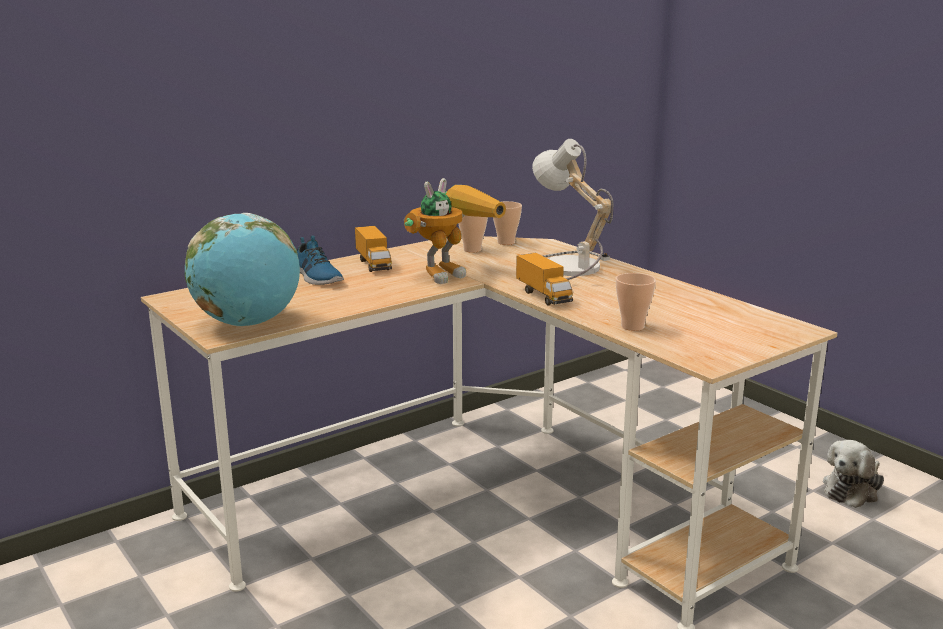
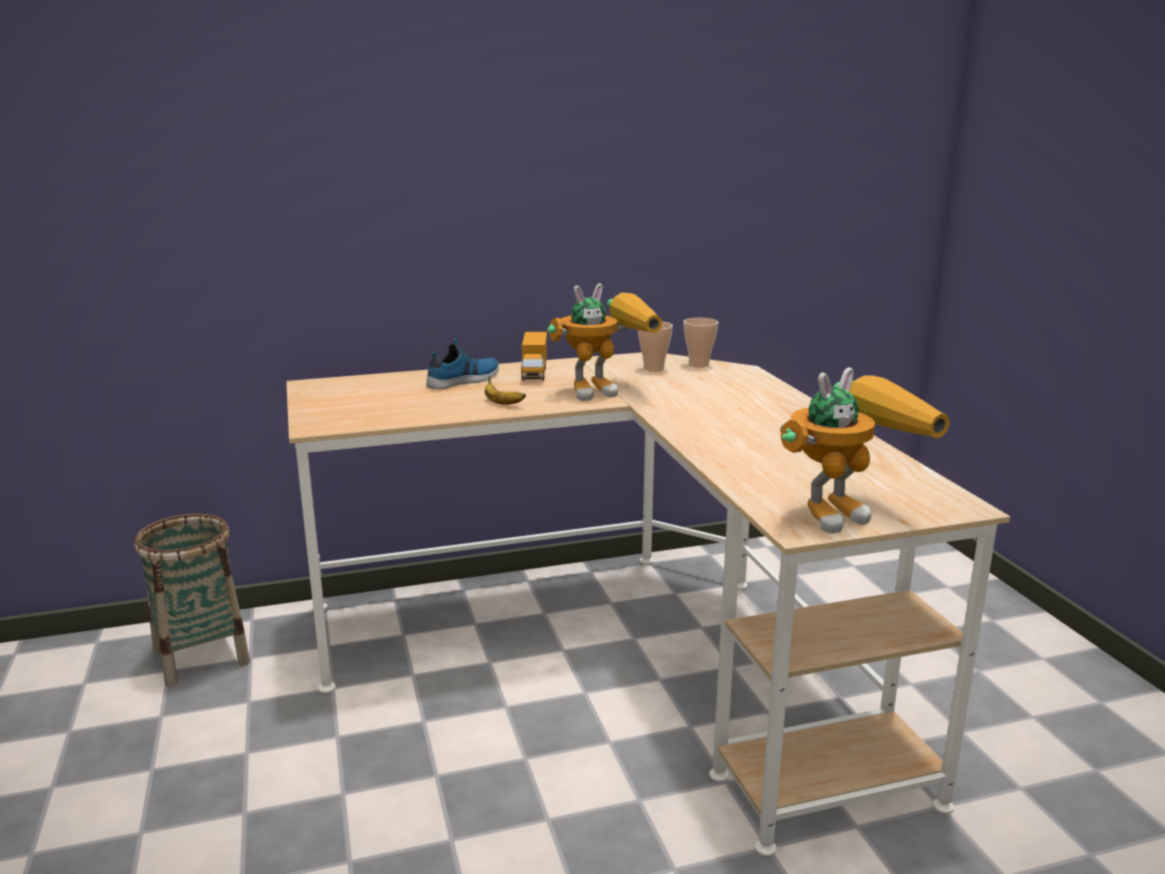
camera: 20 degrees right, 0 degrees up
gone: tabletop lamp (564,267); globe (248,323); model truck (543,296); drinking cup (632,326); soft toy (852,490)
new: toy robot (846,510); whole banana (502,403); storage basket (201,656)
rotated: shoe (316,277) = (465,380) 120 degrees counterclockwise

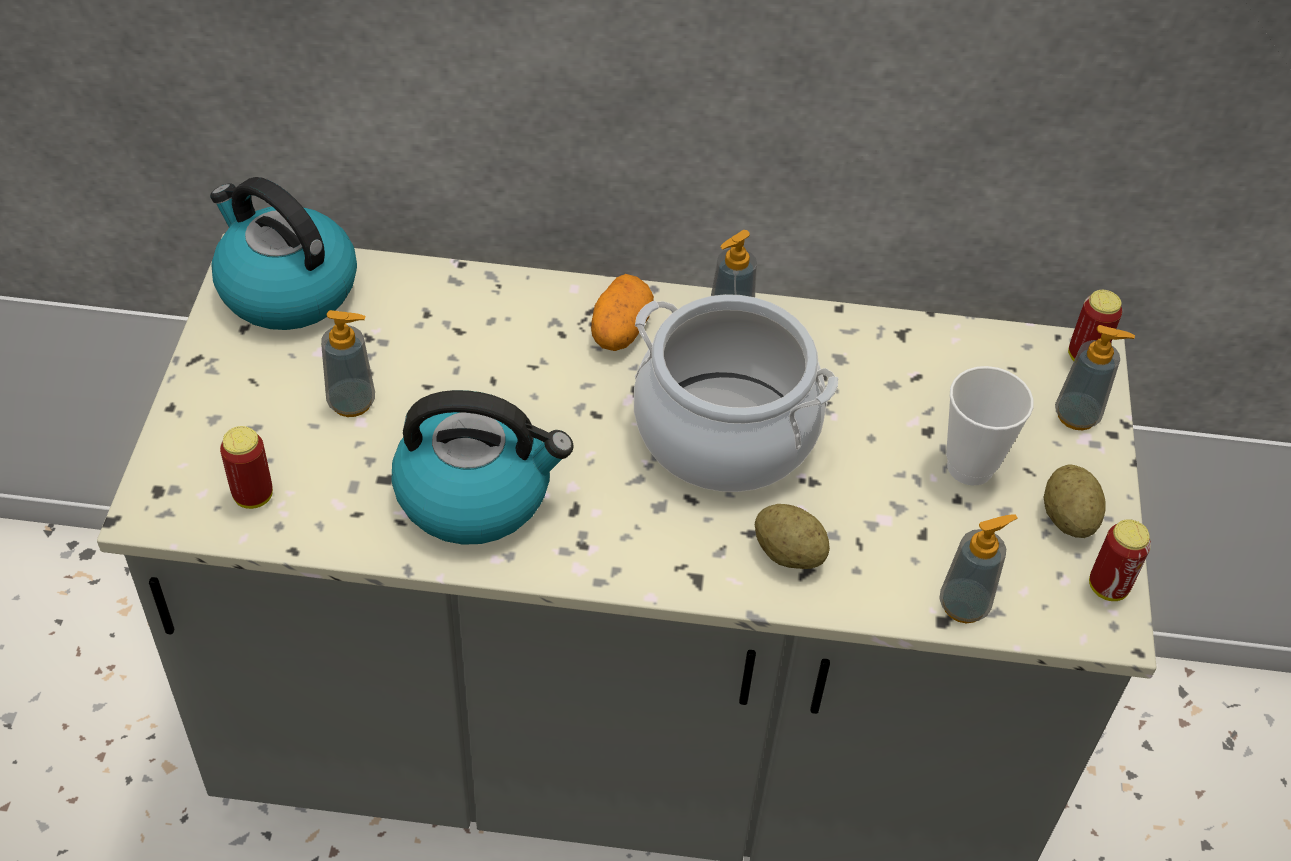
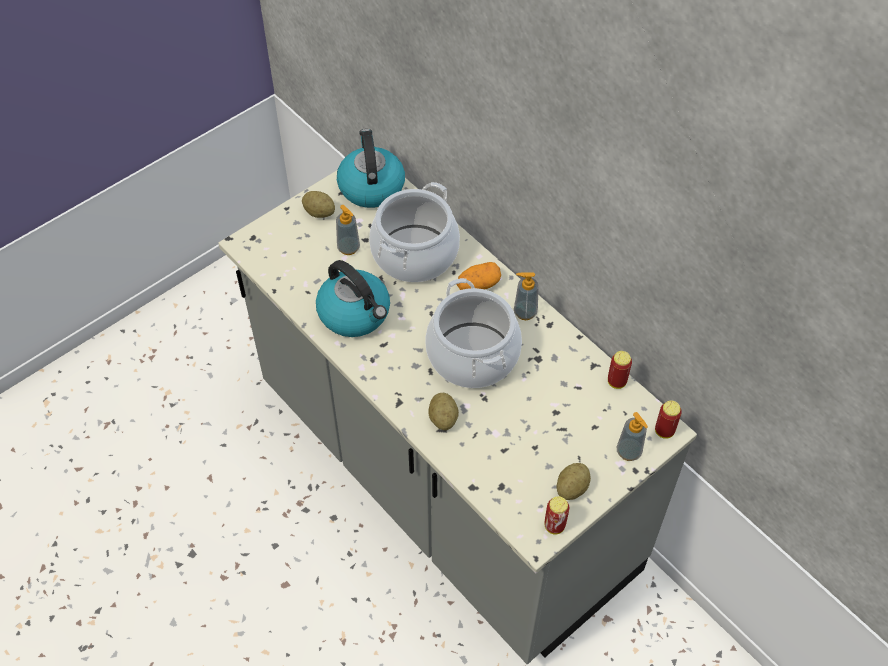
camera: 45 degrees right, 5 degrees up
gone: drinking cup (970,467); soap bottle (964,605)
new: cooking pot (414,253); spud (319,212)
shifted: can (253,495) to (616,381)

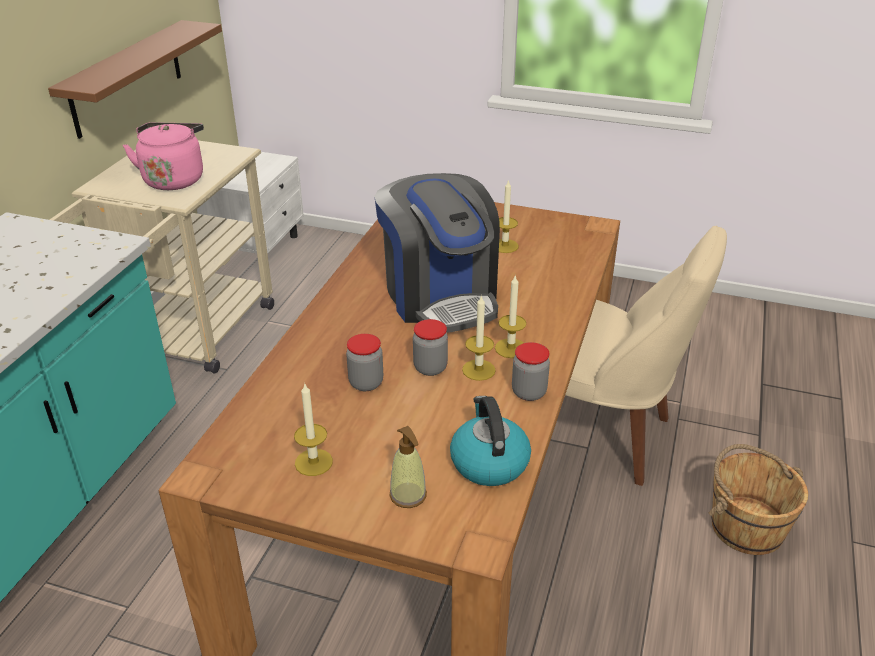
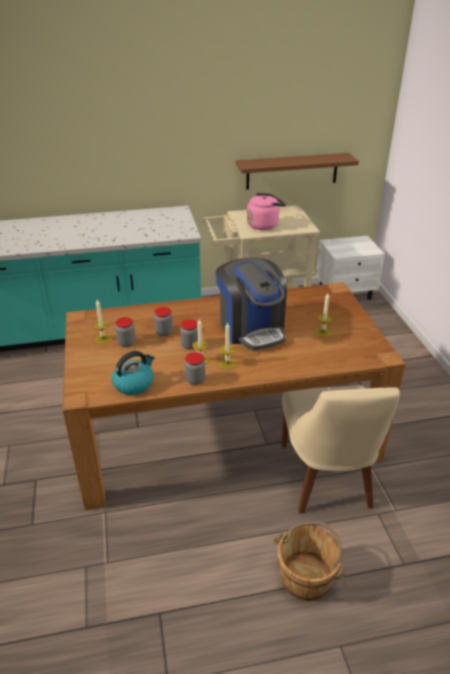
camera: 60 degrees right, 0 degrees up
gone: soap bottle (408,495)
new: jar (126,343)
rotated: coffee brewer (440,296) = (251,328) 60 degrees counterclockwise

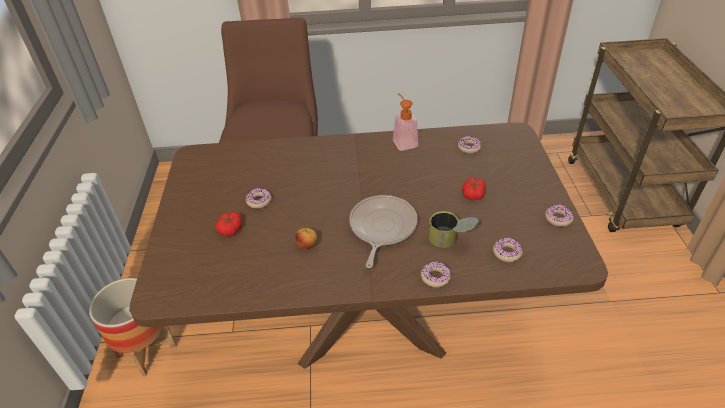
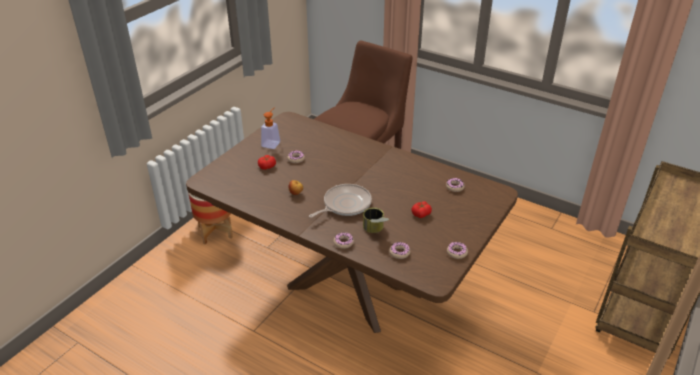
camera: 35 degrees right, 5 degrees down
shifted: soap bottle (403,141) to (272,142)

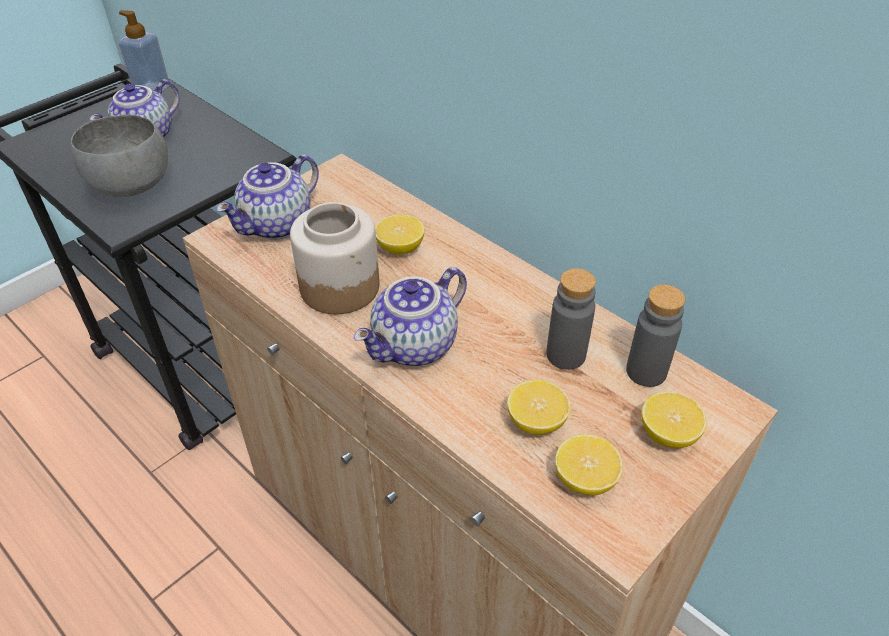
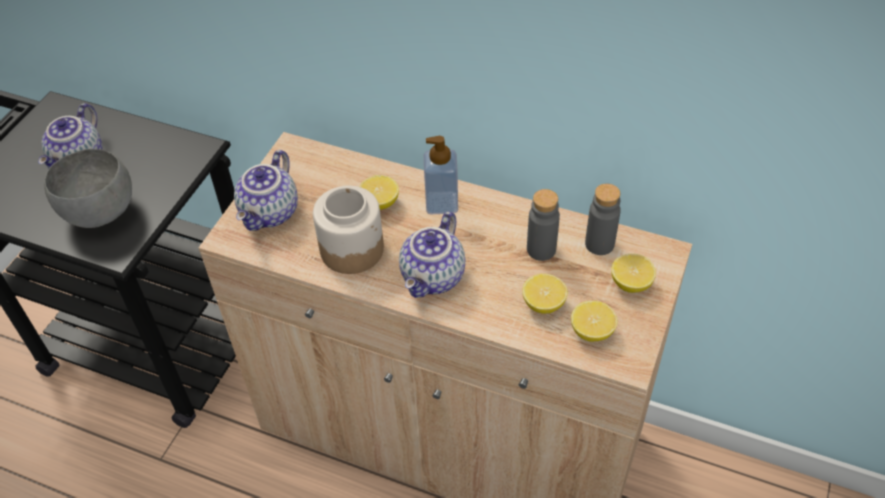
camera: 20 degrees left, 5 degrees up
shifted: soap bottle (152,89) to (441,203)

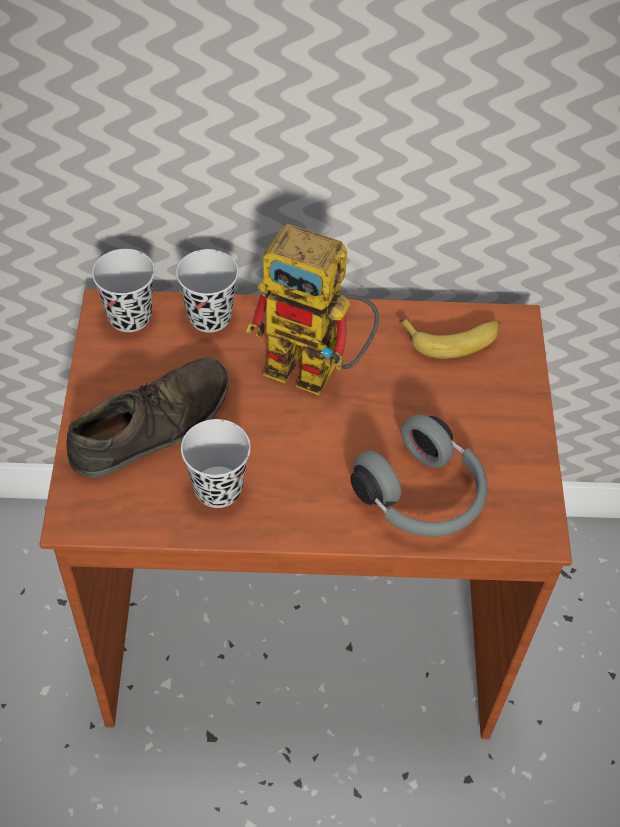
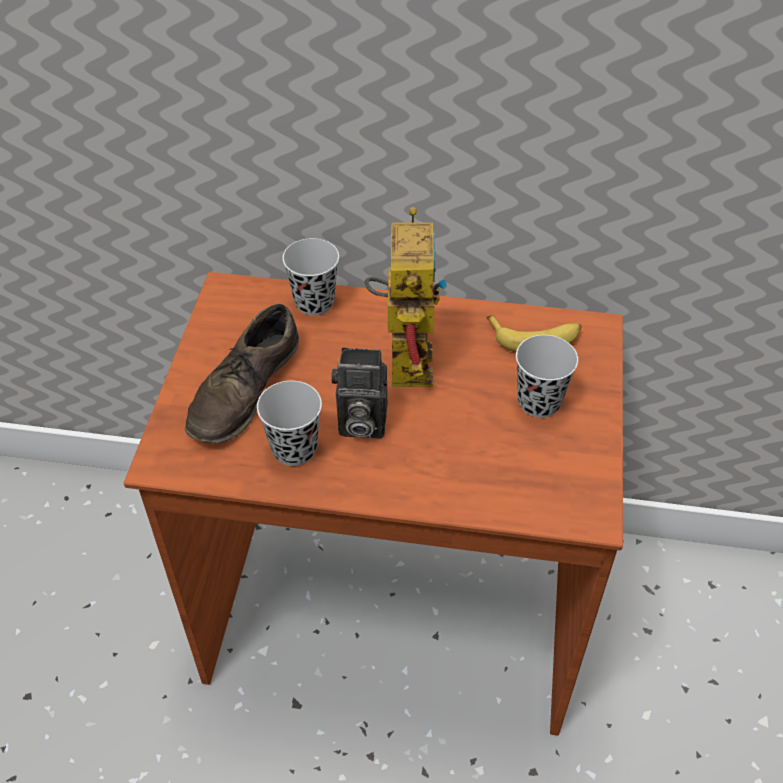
camera: 10 degrees right, 5 degrees down
gone: pair of headphones (gray) (422,496)
new: still camera (359,423)
shifted: drinking cup (black-coloured) (129,316) to (539,402)
rotated: toy robot (317,369) = (404,354) 120 degrees counterclockwise; shoe (brownish) (152,425) = (244,390) 150 degrees clockwise

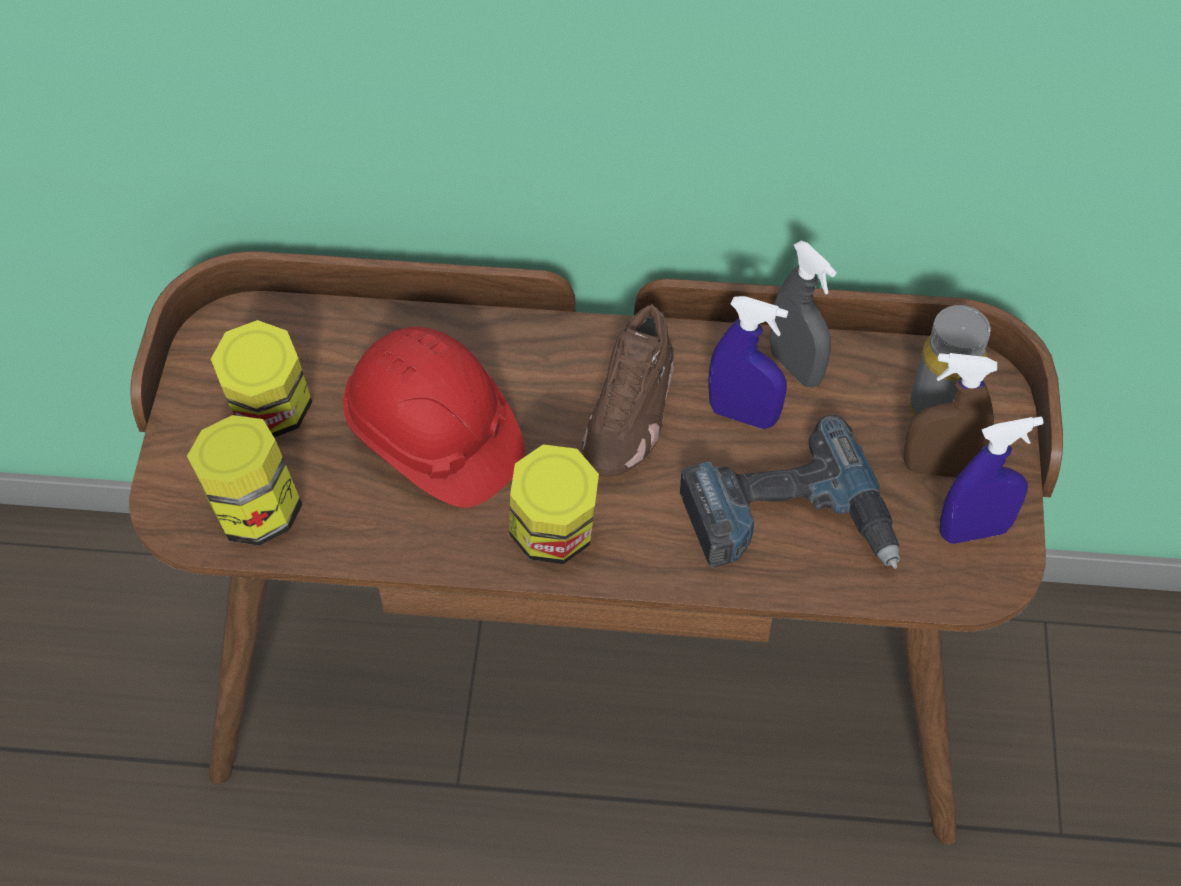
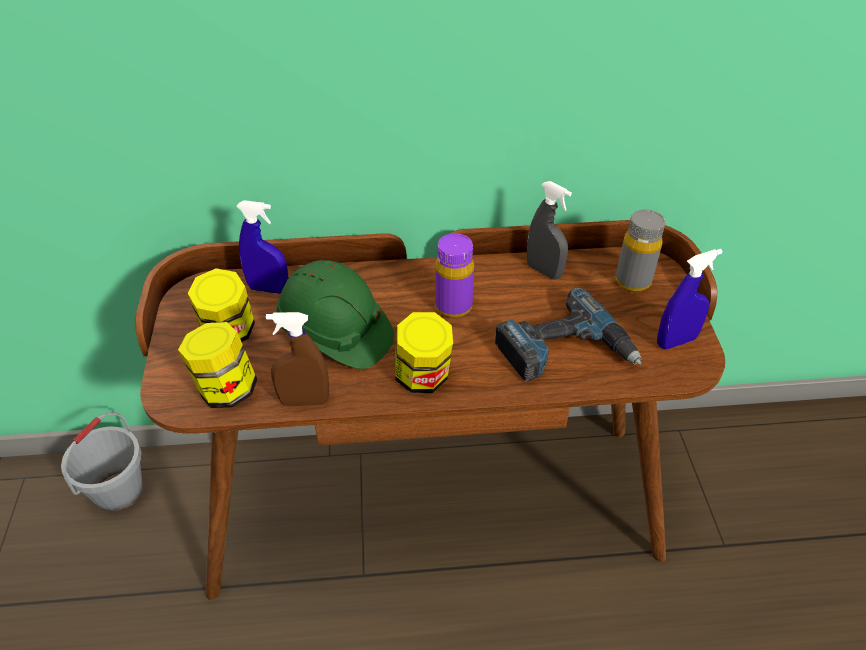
camera: 10 degrees left, 10 degrees down
new: bucket (gray) (118,491)
shifted: spray bottle (blue) (743,415) to (268,289); spray bottle (brownish) (938,468) to (304,401)
swapped: shoe (brownish) (630,414) to drink bottle (purple-coloured) (453,306)
repainted: safety helmet (red-coloured) (433,439) to safety helmet (green) (335,334)

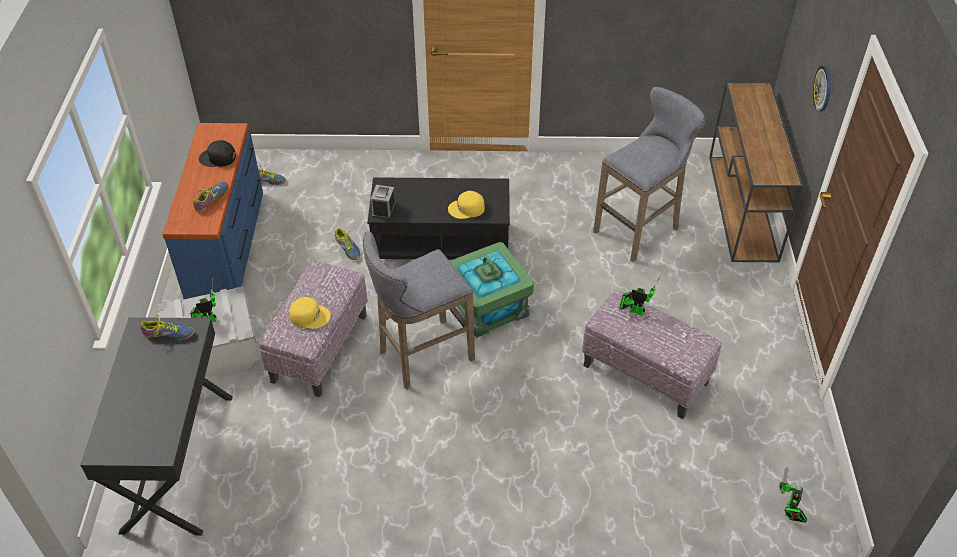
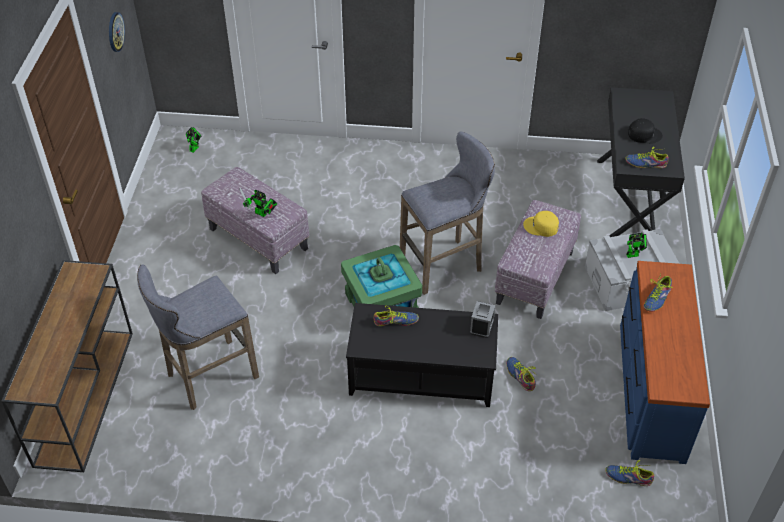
camera: 175 degrees left, 0 degrees up
shifted: hanging clock (823,88) to (115,32); cap (black-coloured) (218,158) to (644,134)
swapped: cap (yellow) (467,209) to shoe (395,321)

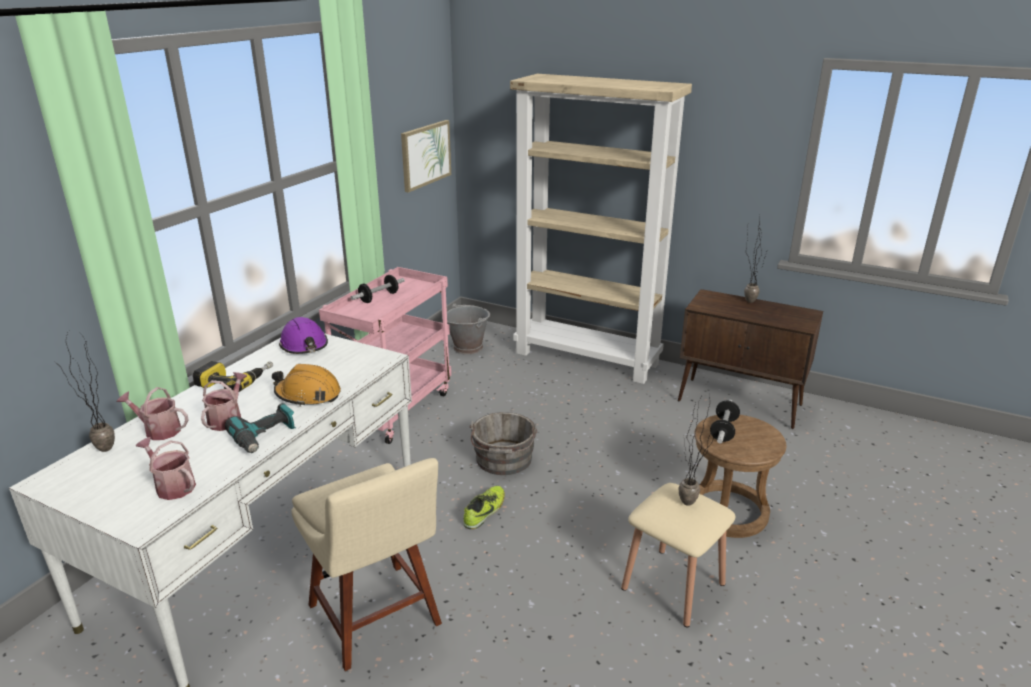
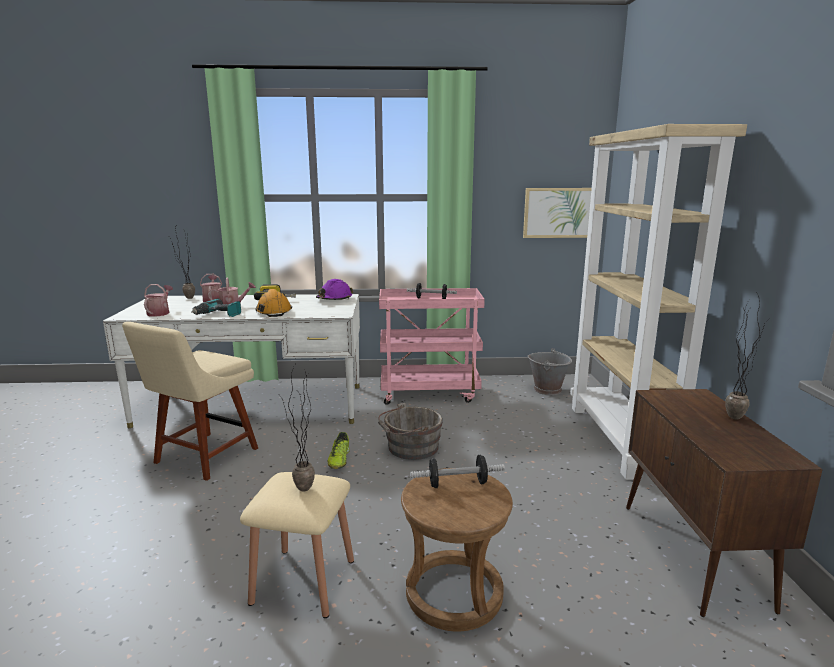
camera: 60 degrees right, 10 degrees down
rotated: shoe (485,511) = (339,460) 90 degrees clockwise

